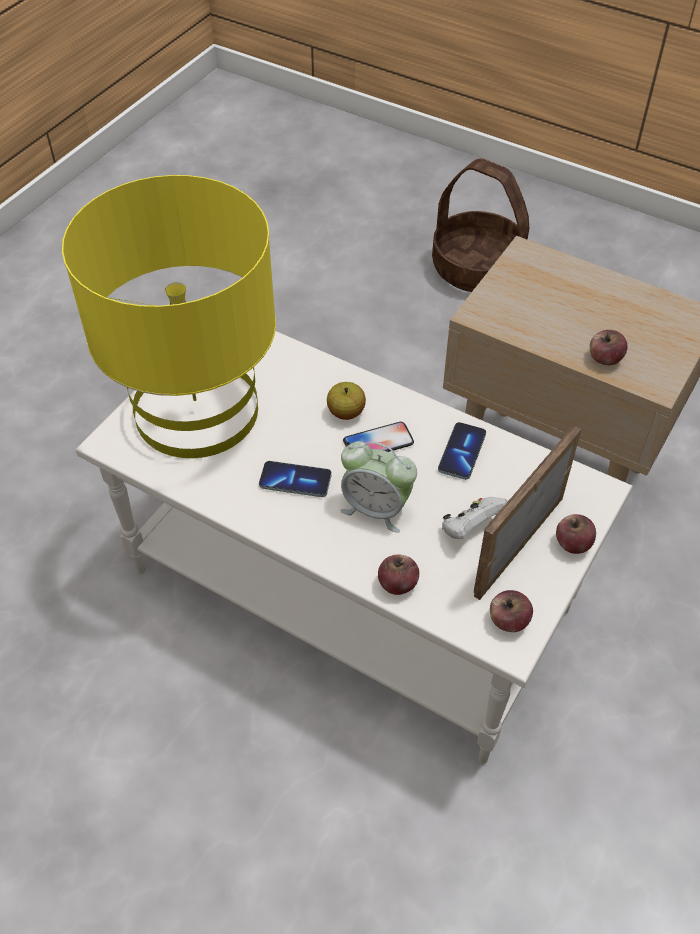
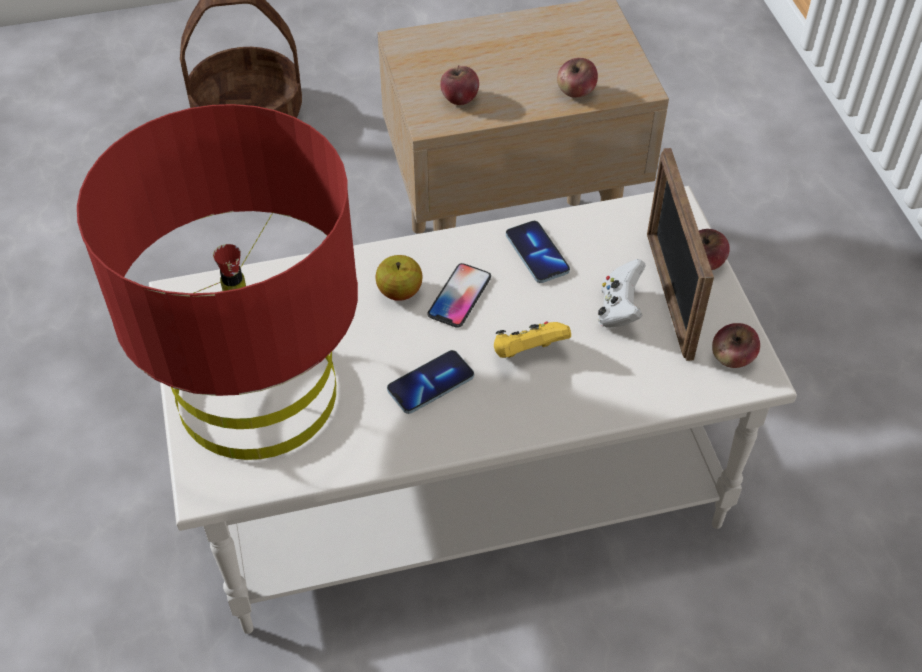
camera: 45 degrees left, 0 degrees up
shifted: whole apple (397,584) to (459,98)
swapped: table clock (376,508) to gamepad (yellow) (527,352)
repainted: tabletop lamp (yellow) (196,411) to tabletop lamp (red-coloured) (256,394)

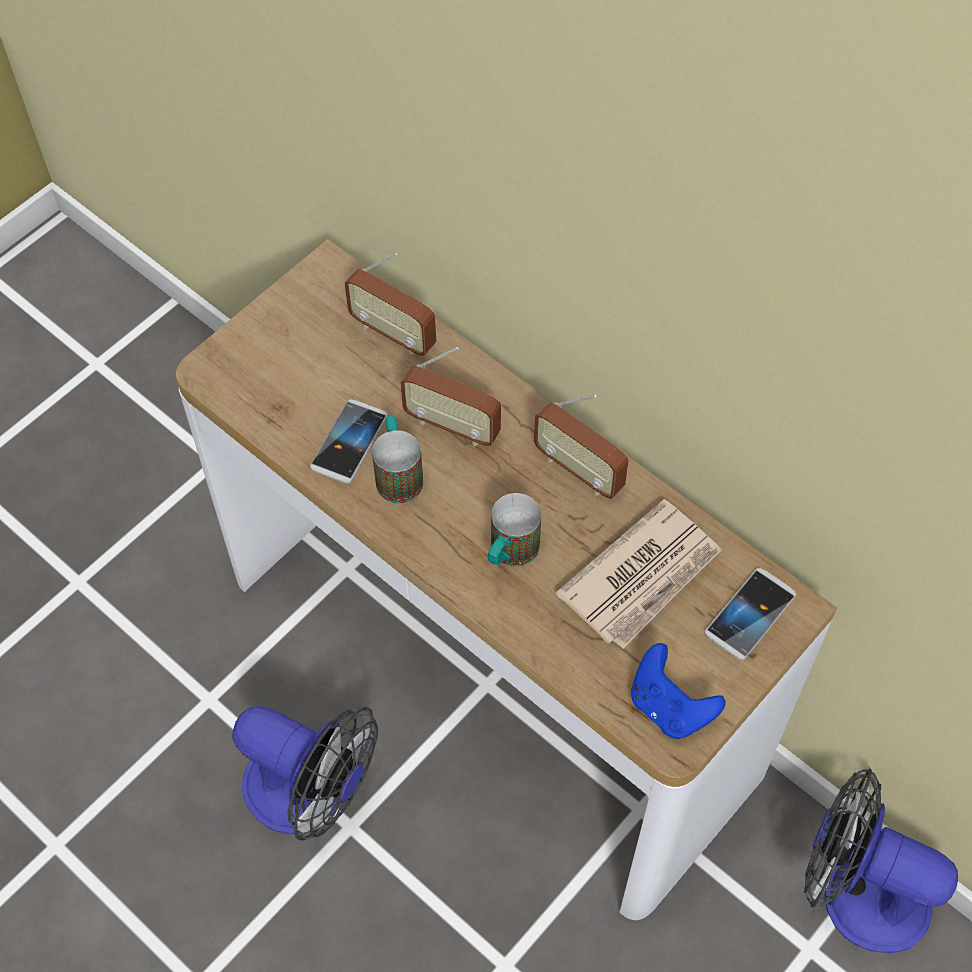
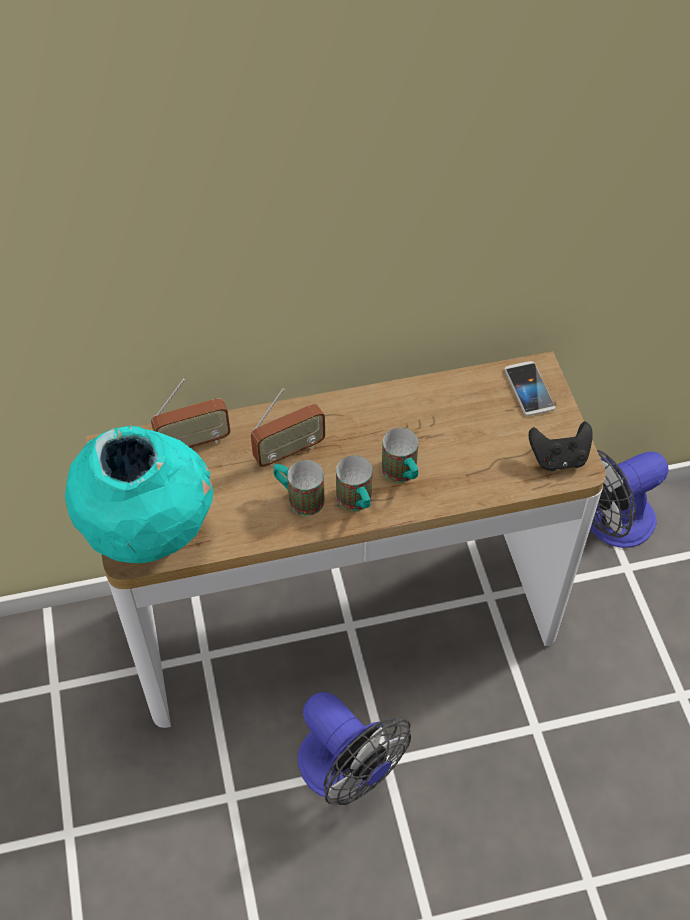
camera: 55 degrees left, 5 degrees down
gone: radio set (579,470); handset (349,442); printed paper (642,577)
new: decorative vase (turquoise) (151,536); tea mug (357,503)
repainted: gamepad (blue) (669,707) to gamepad (black-coloured) (558,458)
rotated: electric fan (311,794) = (347,772) 75 degrees clockwise

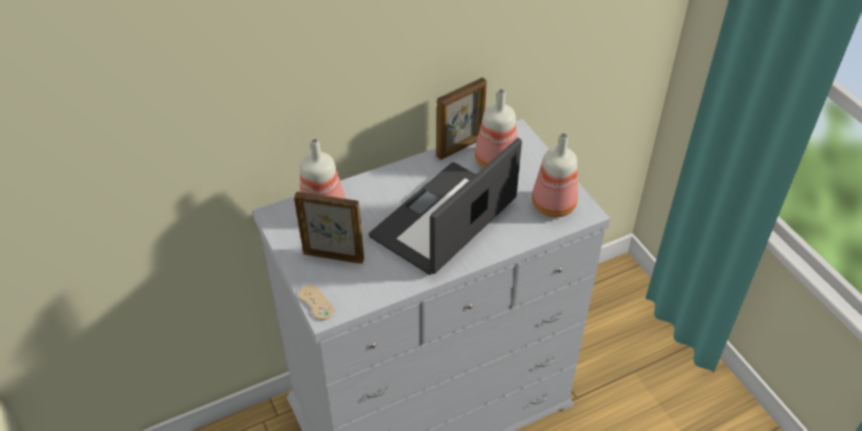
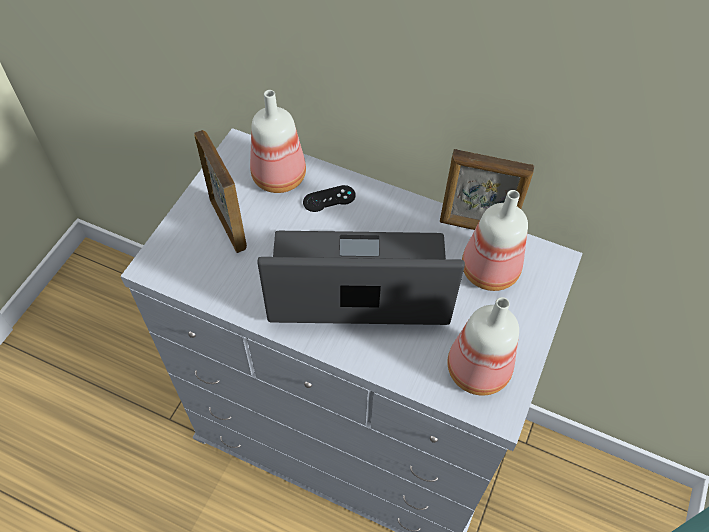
camera: 50 degrees right, 10 degrees up
gone: gamepad (beige-coloured) (316,302)
new: gamepad (black-coloured) (329,199)

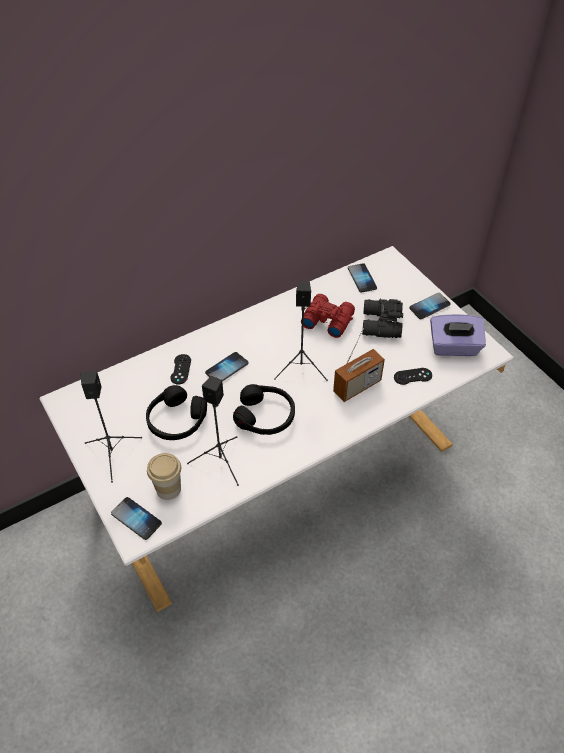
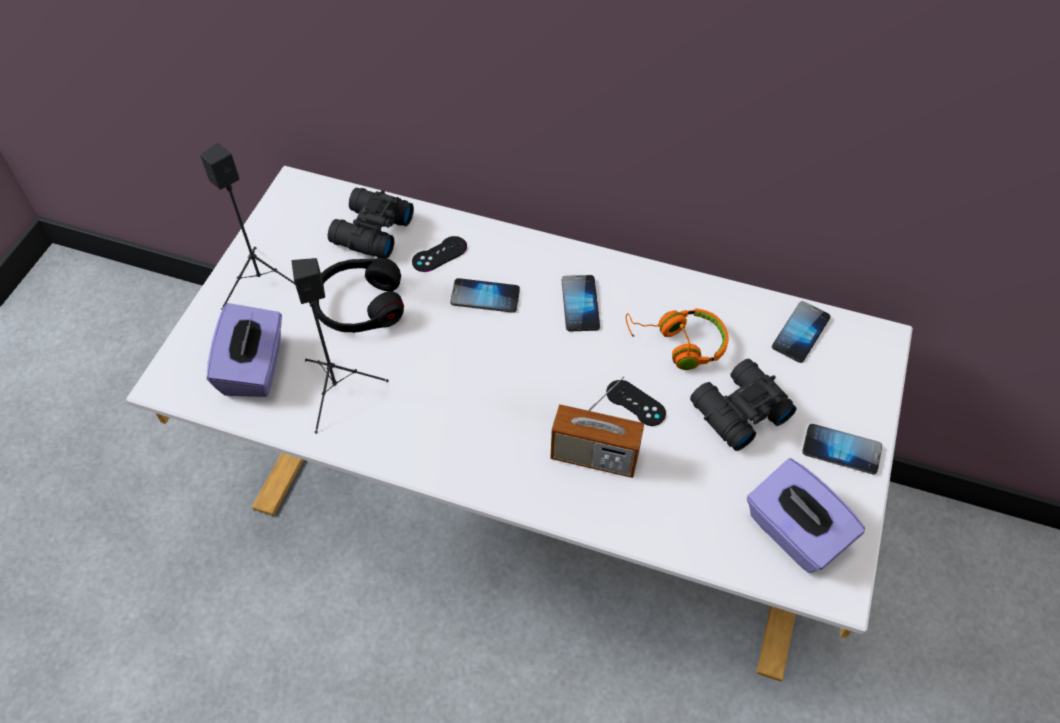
camera: 50 degrees right, 5 degrees up
gone: audio speaker (black-coloured) (302,368); pair of headphones (black-coloured) (265,416)
new: binoculars (black-coloured) (370,232)
shifted: gamepad (black-coloured) (412,376) to (635,403); handset (136,519) to (580,304)
swapped: binoculars (red-coloured) (327,319) to pair of headphones (orange-coloured) (678,344); drinking cup (168,489) to box of tissues (purple-coloured) (254,368)

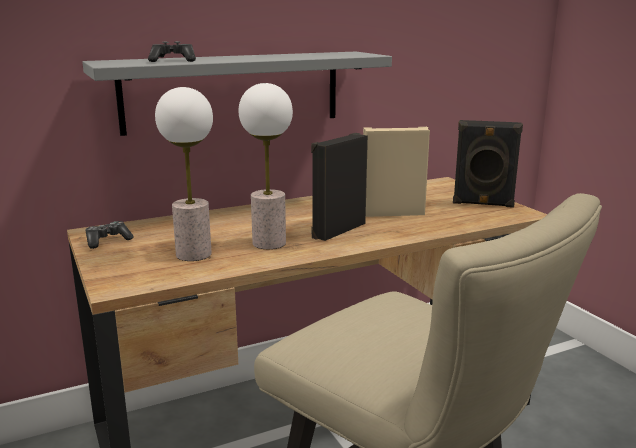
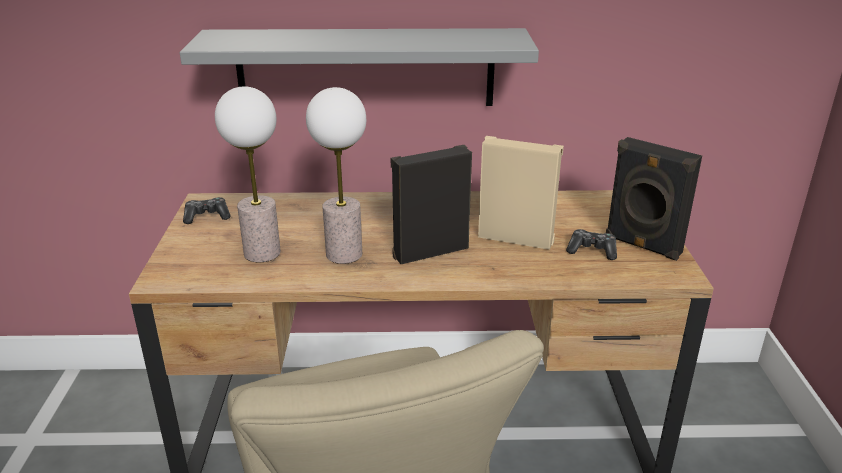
camera: 25 degrees right, 10 degrees up
shifted: gamepad (173,61) to (592,251)

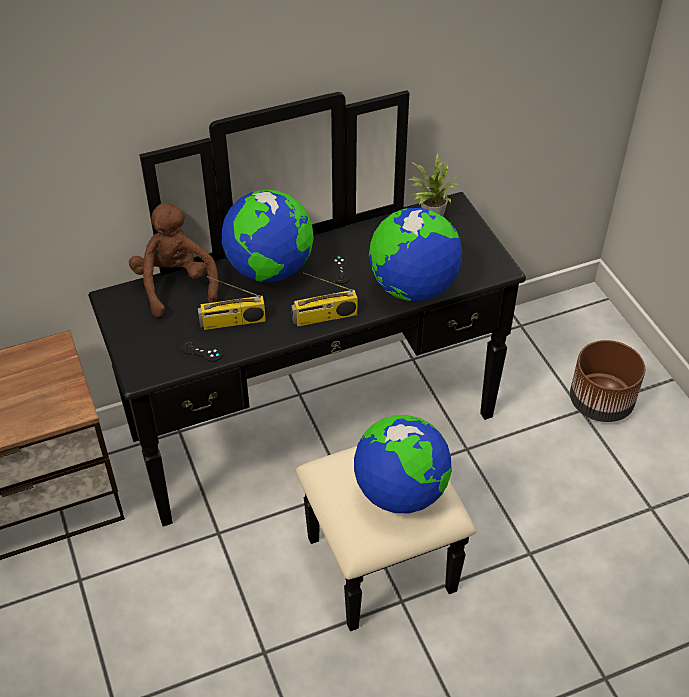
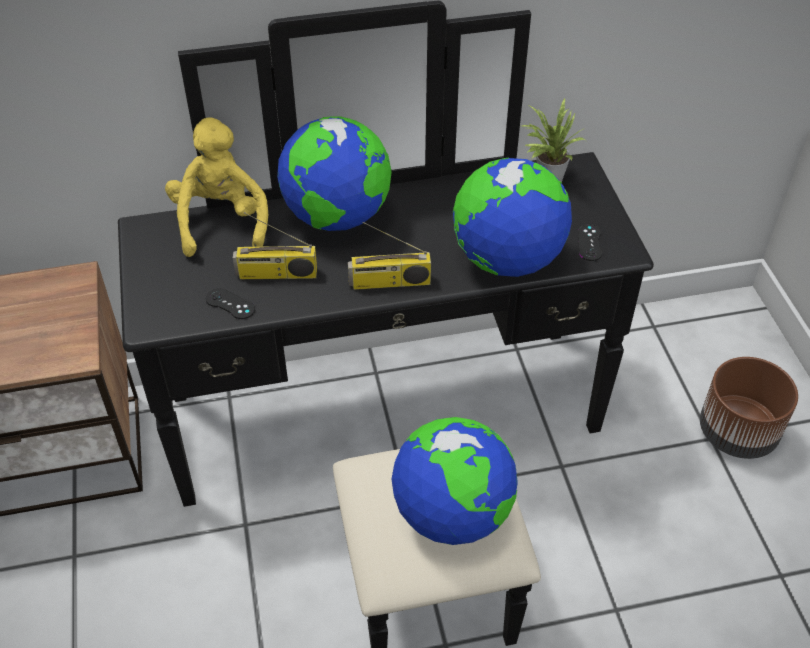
camera: 10 degrees right, 0 degrees up
shifted: gamepad (black-coloured) (340,269) to (589,242)
repainted: soft toy (brownish) (176,285) to soft toy (yellow) (221,222)

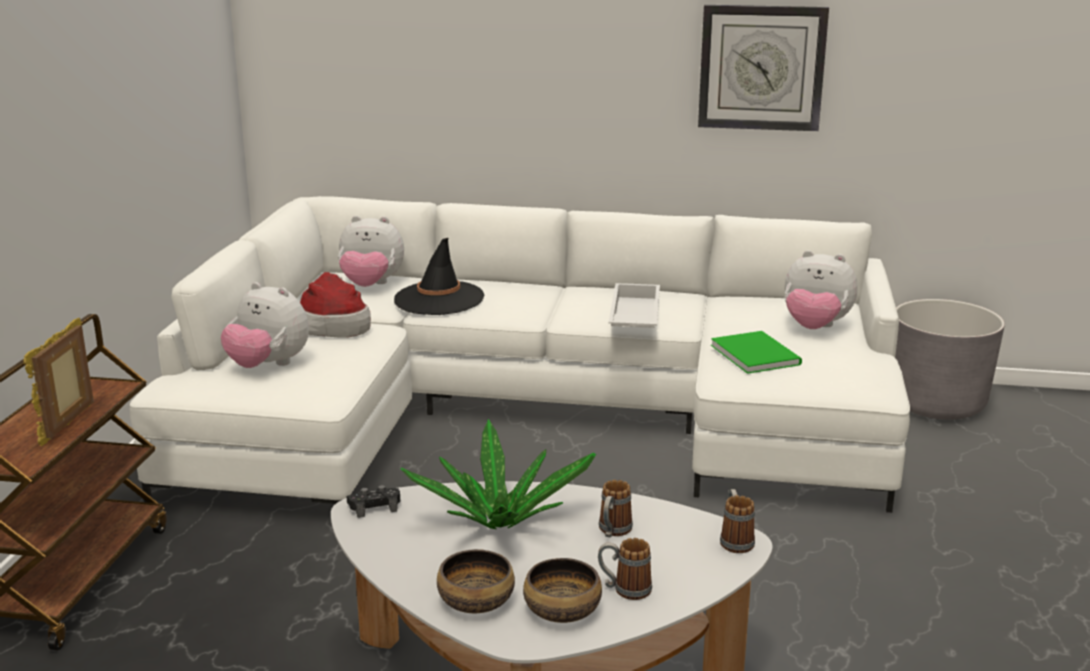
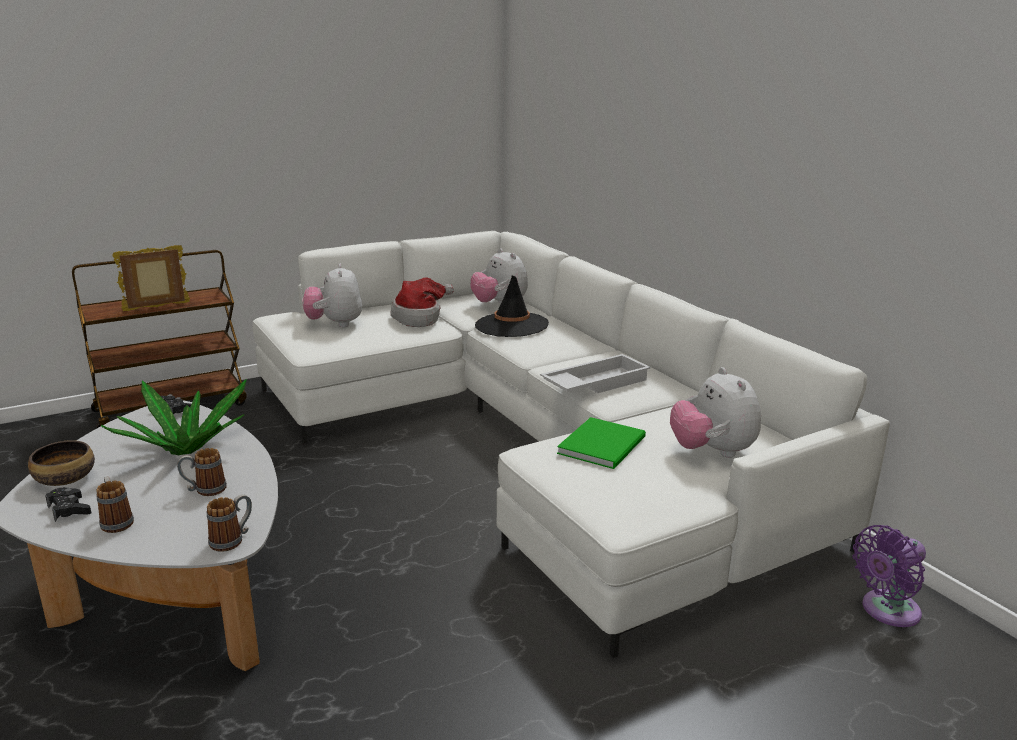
camera: 50 degrees right, 0 degrees up
gone: hanging clock (761,67)
swapped: plant pot (gray) (936,403) to electric fan (purple-coloured) (886,611); serving bowl (561,611) to gamepad (black-coloured) (69,509)

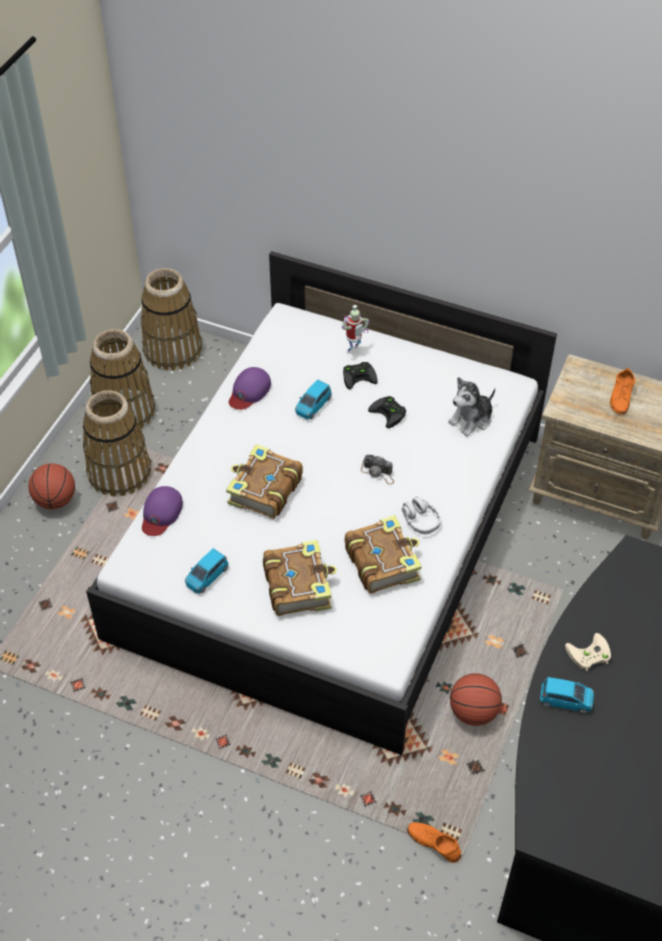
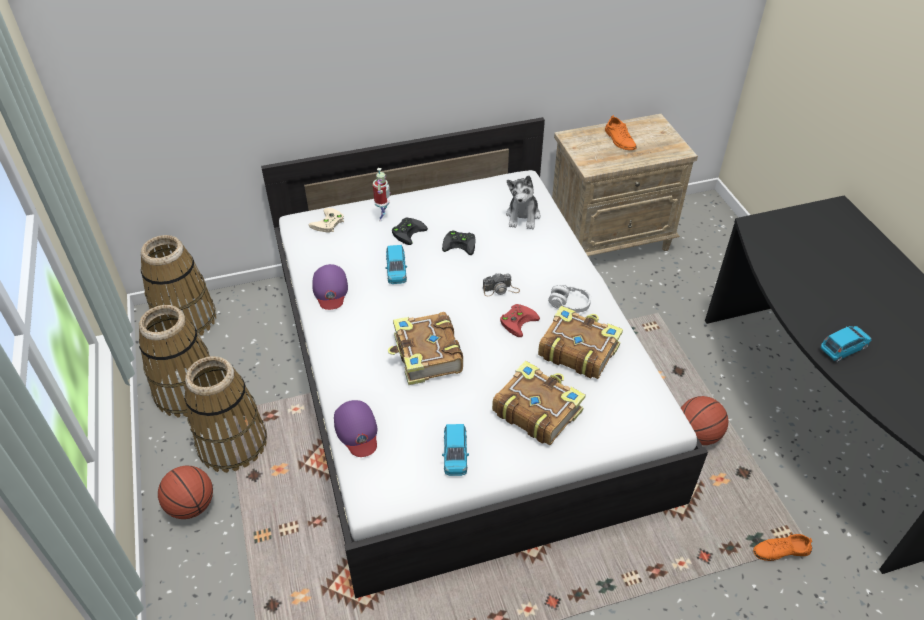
camera: 40 degrees left, 5 degrees down
new: gamepad (red-coloured) (518,320)
shifted: gamepad (beige-coloured) (588,655) to (328,223)

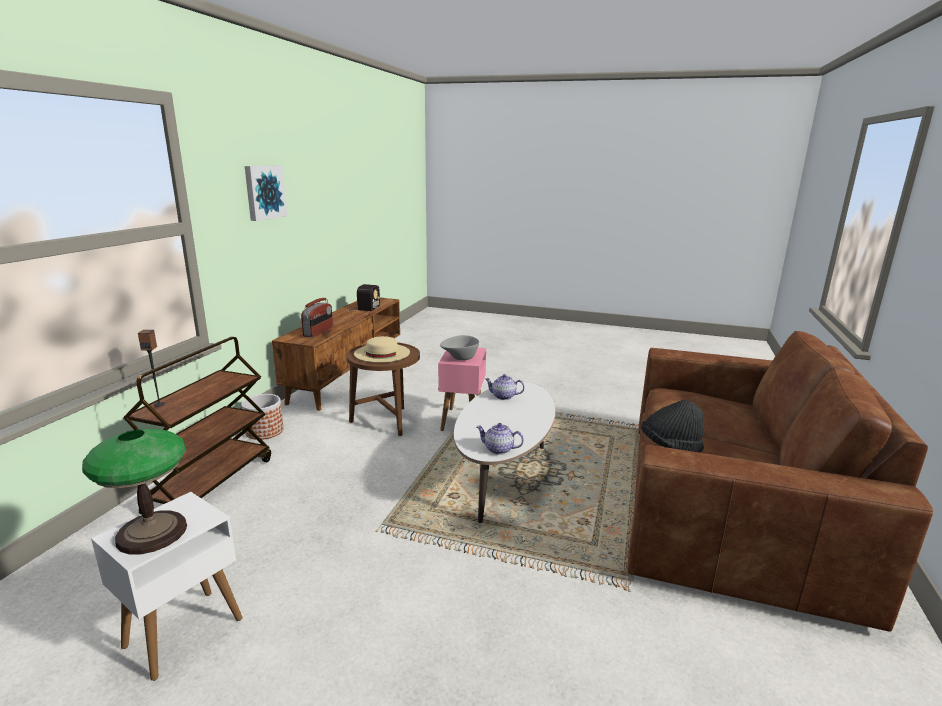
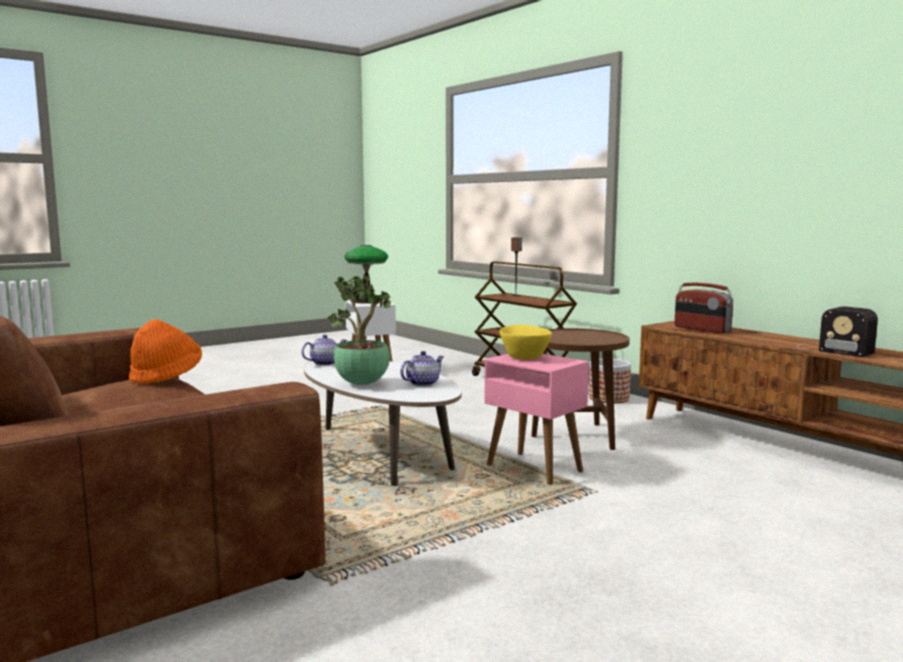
camera: 125 degrees right, 10 degrees down
gone: wall picture (264,192); clothing hat (beige-coloured) (382,353)
new: plant in a pot (363,384)
repainted: serving bowl (gray) (459,358) to serving bowl (yellow) (524,356); clothing hat (black-coloured) (670,446) to clothing hat (orange-coloured) (166,376)

